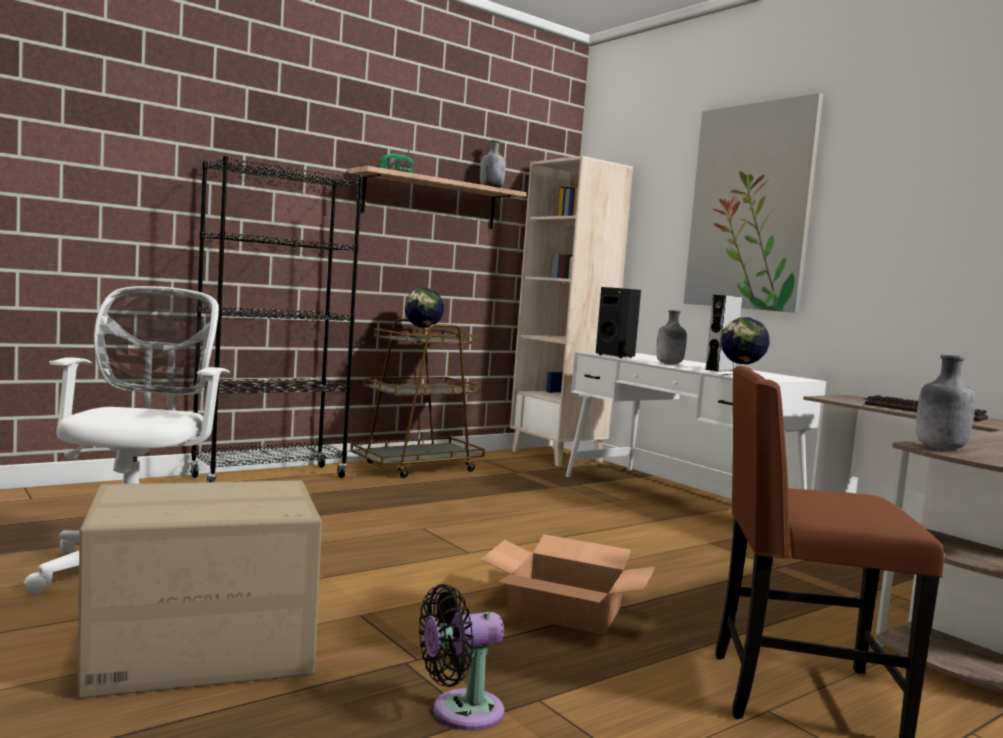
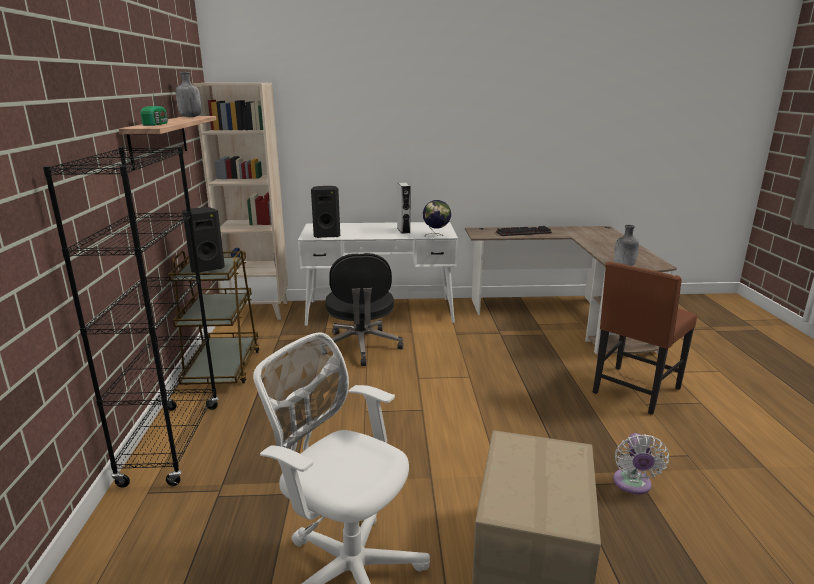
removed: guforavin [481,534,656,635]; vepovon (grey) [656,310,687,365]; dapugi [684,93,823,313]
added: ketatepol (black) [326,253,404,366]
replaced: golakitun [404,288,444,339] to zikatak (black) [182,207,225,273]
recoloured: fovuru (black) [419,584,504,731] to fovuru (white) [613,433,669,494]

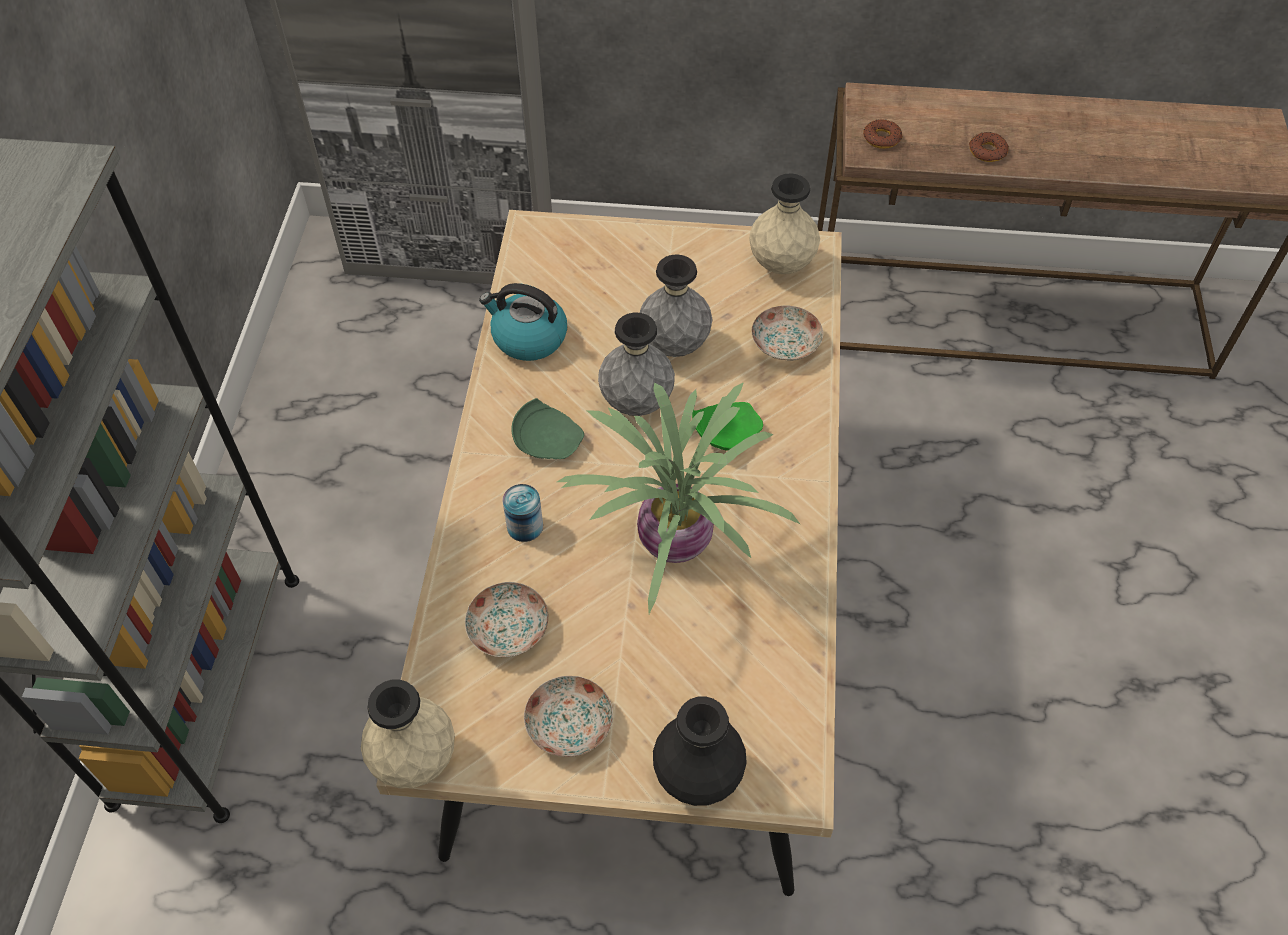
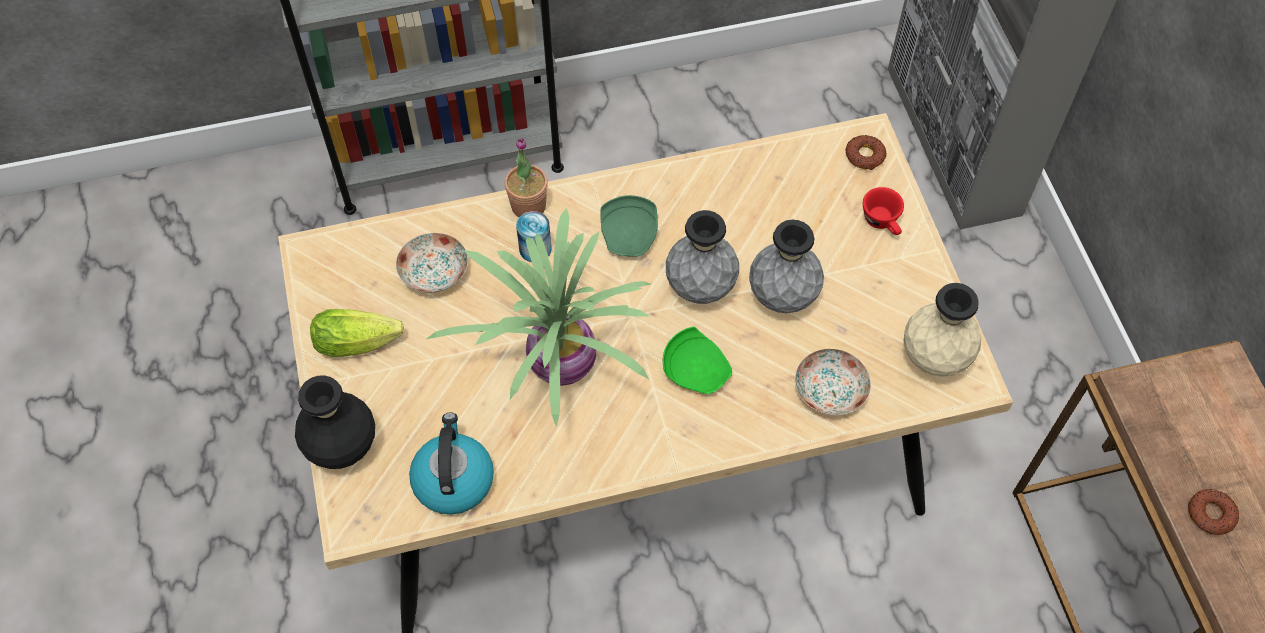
removed: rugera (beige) [361,679,455,788]
added: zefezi [505,138,548,217]; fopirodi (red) [863,187,904,235]
moved: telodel [479,283,567,361] to [409,413,494,515]; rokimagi [863,119,903,149] to [846,135,887,170]
replaced: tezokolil [524,676,613,757] to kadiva [310,309,404,357]

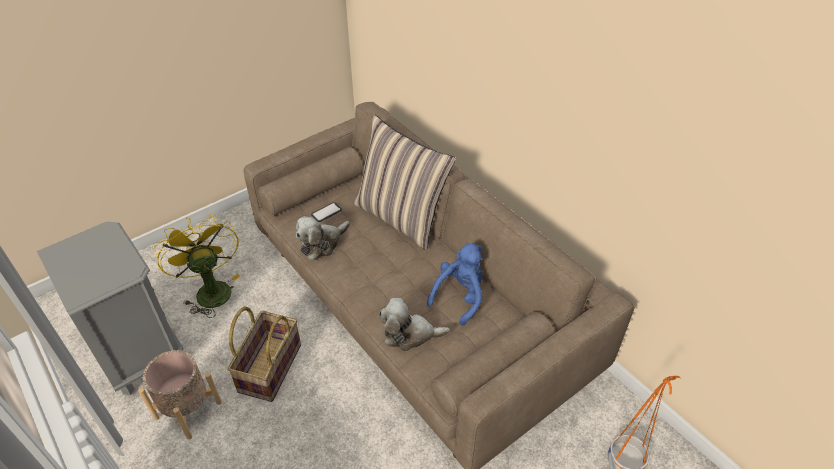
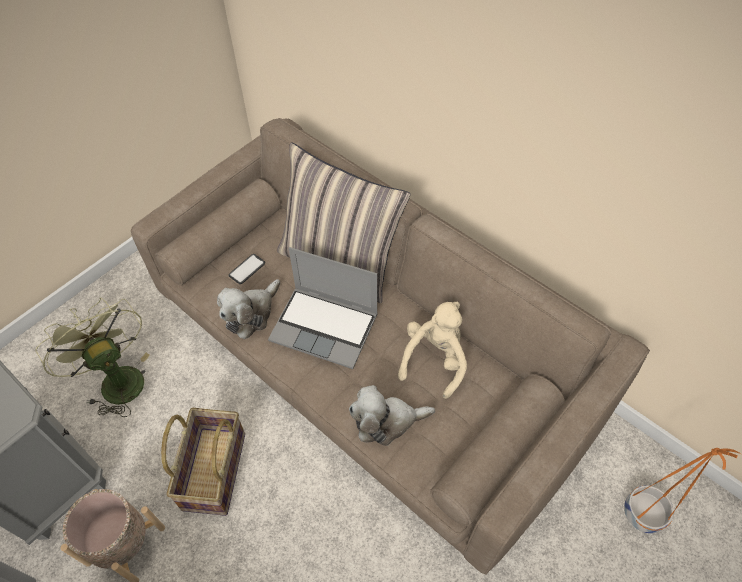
added: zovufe [268,247,378,369]
recoloured: fovuru (yellow) [154,214,240,318] to fovuru (green) [35,297,150,417]; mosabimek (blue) [427,243,483,326] to mosabimek (beige) [398,301,467,399]

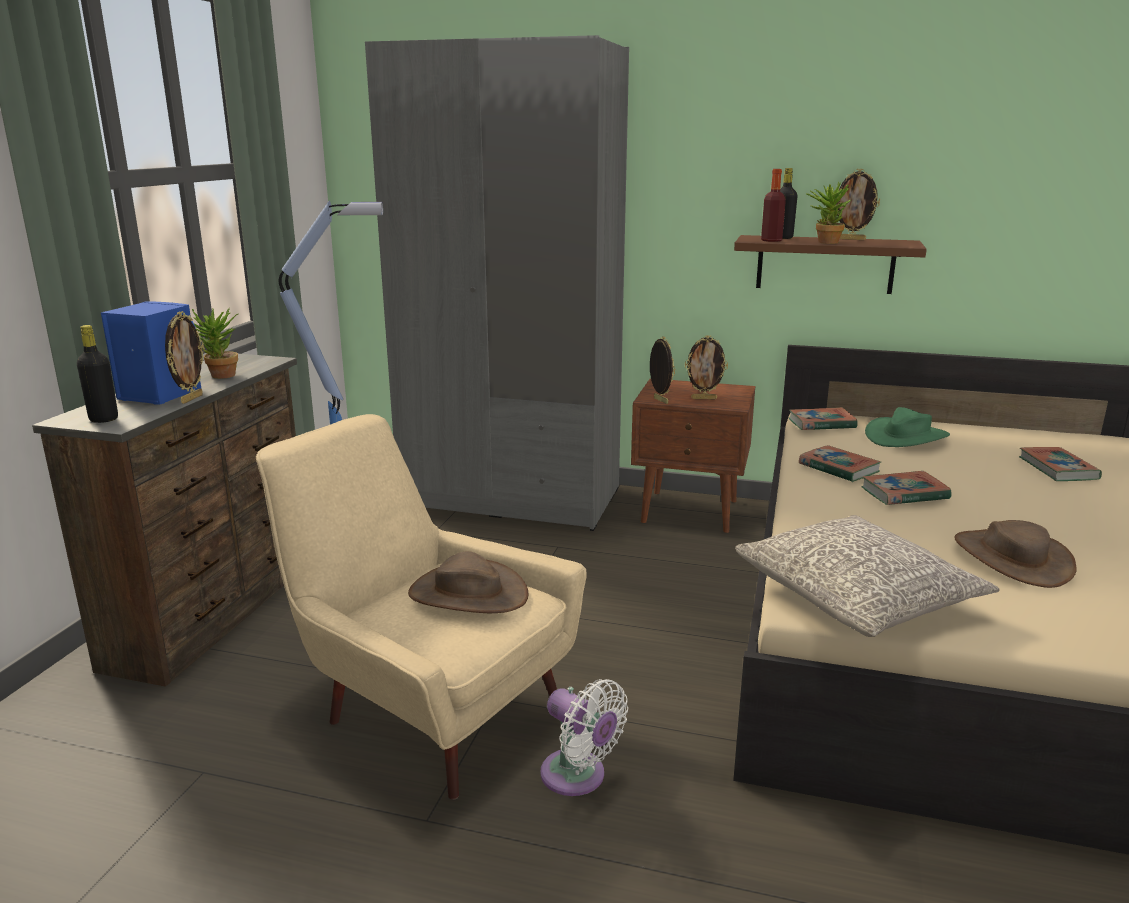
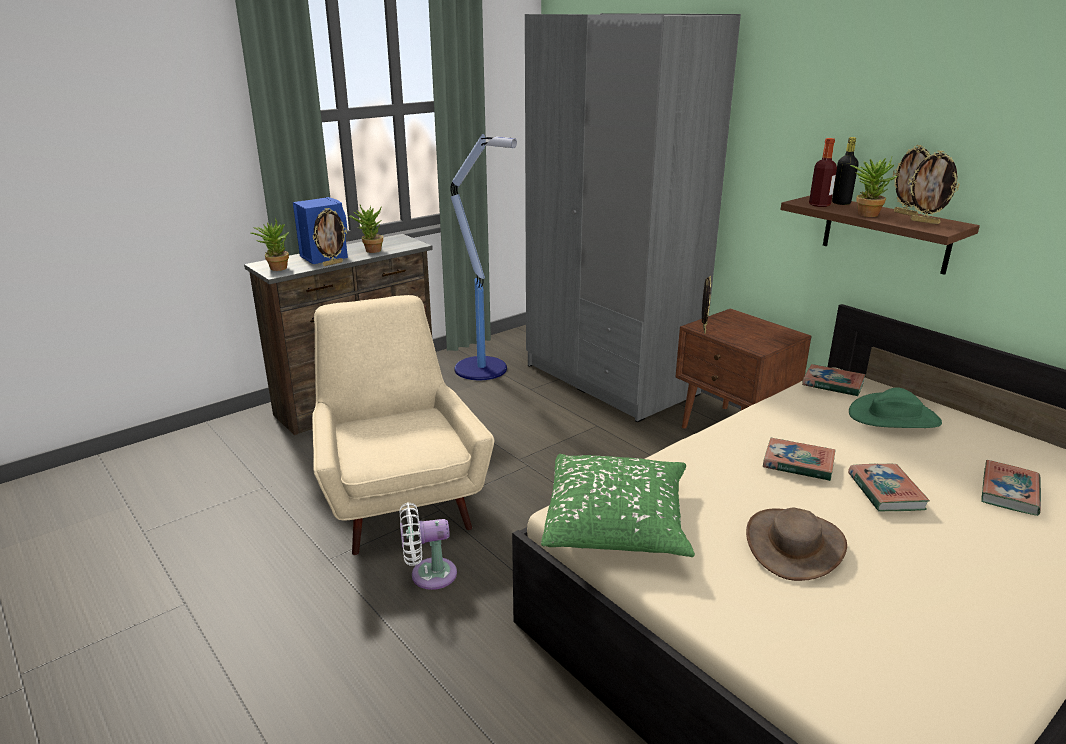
removed: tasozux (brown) [408,551,528,613]
moved: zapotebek [799,445,881,482] to [848,464,930,512]; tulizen [685,335,728,399] to [908,150,959,224]
replaced: vepovon (black) [77,325,118,423] to zefezi [250,217,289,271]
recoloured: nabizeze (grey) [735,515,1000,637] to nabizeze (green) [541,454,695,557]
turned: fovuru (white) [541,679,628,796] = [400,502,457,590] 90 degrees clockwise

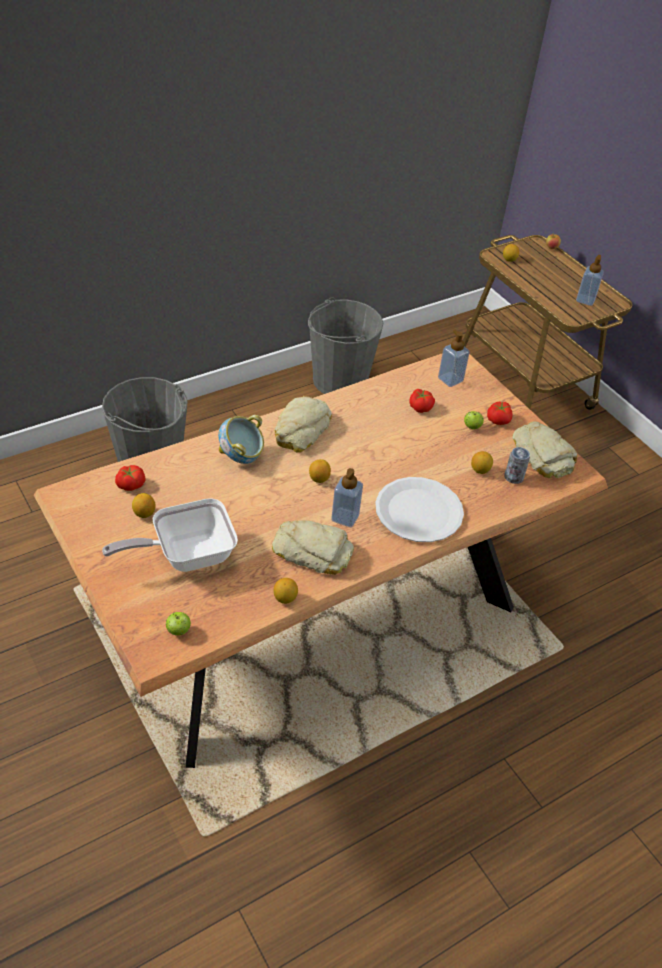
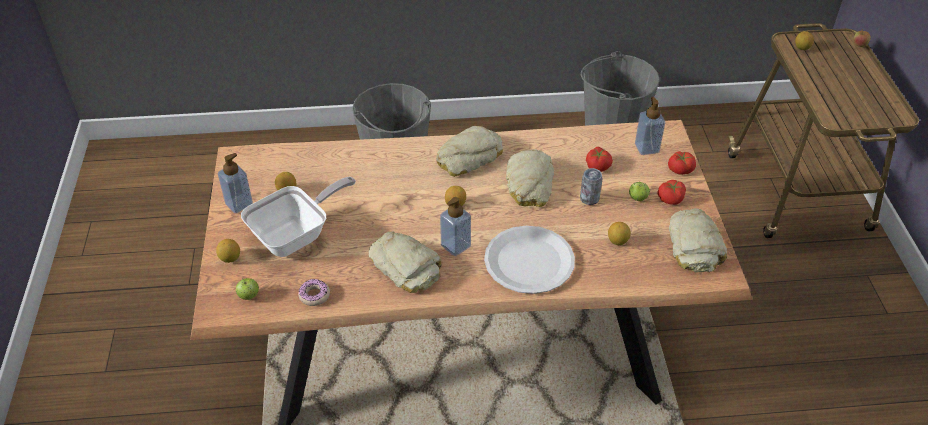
removed: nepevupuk [218,415,264,464]
added: rokimagi [298,279,330,306]; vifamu [506,149,554,207]
moved: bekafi [274,578,298,604] to [216,239,240,263]; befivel [576,255,604,306] to [218,153,253,213]; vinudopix [504,447,530,484] to [580,168,603,205]; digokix [115,465,146,491] to [668,151,696,175]
turned: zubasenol [102,498,238,572] = [241,177,356,257] 135 degrees clockwise

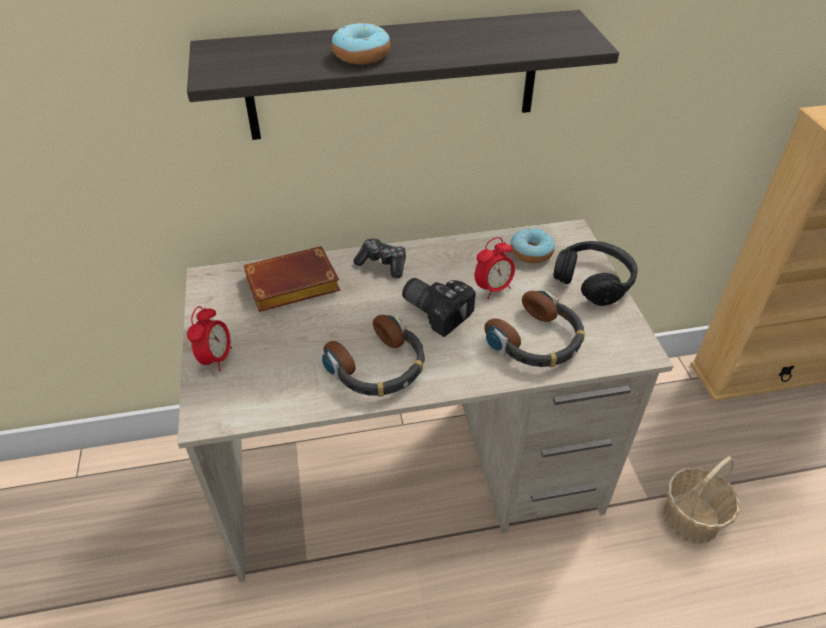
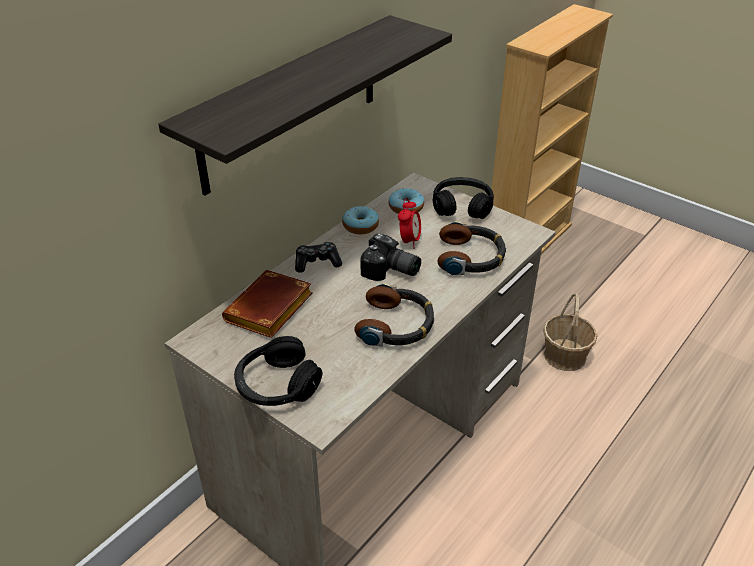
moved: rokimagi [332,23,390,64] to [342,206,379,234]
replaced: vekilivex [187,306,232,371] to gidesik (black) [234,336,322,406]
turned: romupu [402,278,476,337] = [360,234,421,281] 150 degrees counterclockwise

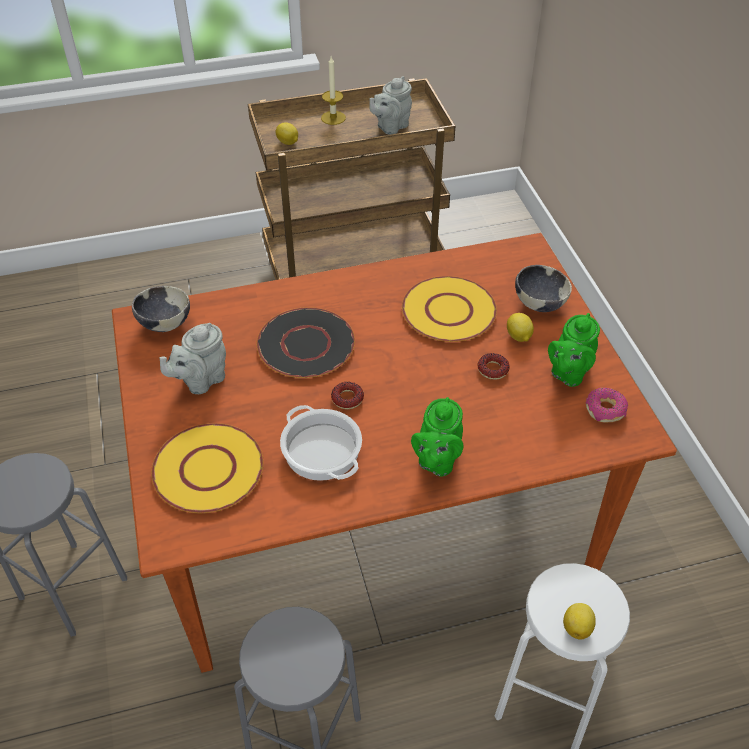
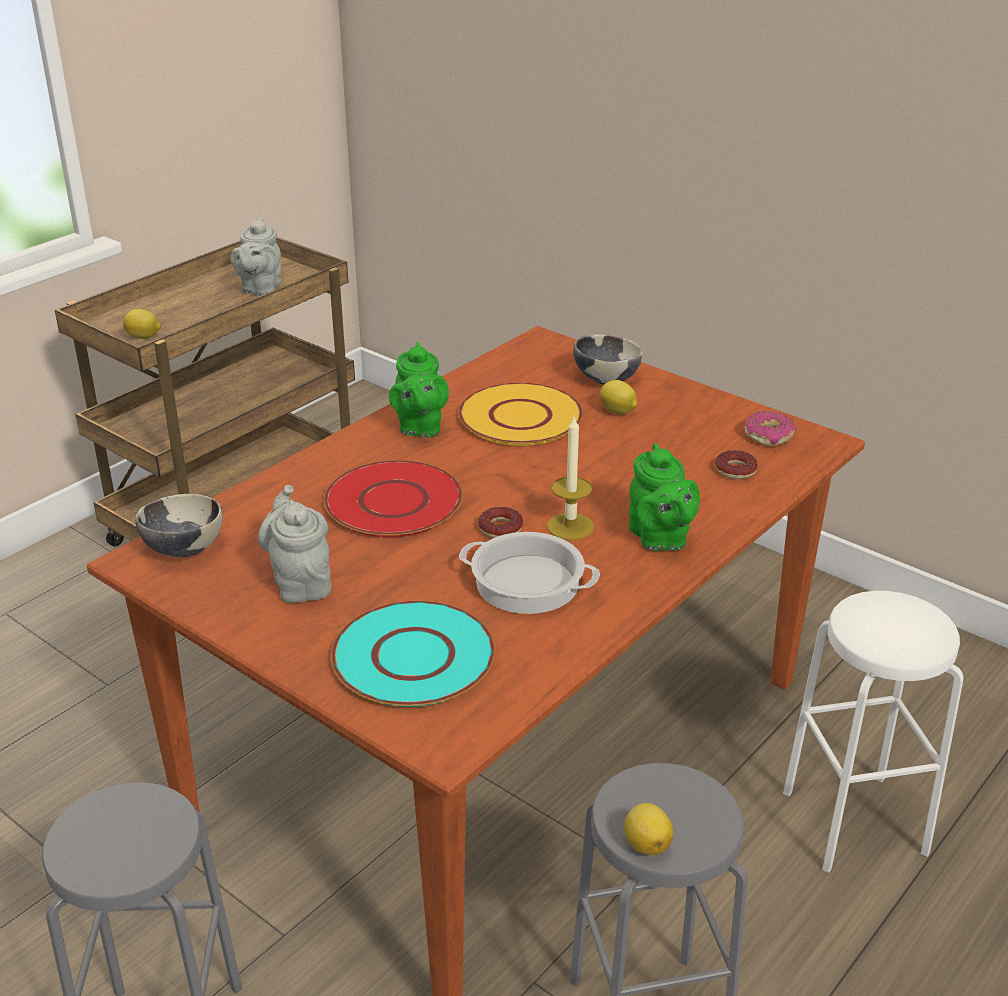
moved: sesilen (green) [548,313,600,387] to [389,342,449,438]; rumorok [321,57,346,125] to [547,415,594,540]; bekafi [563,603,596,640] to [624,803,673,855]; rokimagi [477,353,510,380] to [715,450,758,479]
recoloured: tezokolil (black) [256,307,355,378] to tezokolil (red) [324,460,463,537]; tezokolil (yellow) [151,423,264,513] to tezokolil (turquoise) [331,601,495,707]
turned: sesilen (grey) [160,323,226,394] = [258,485,331,603] 150 degrees clockwise

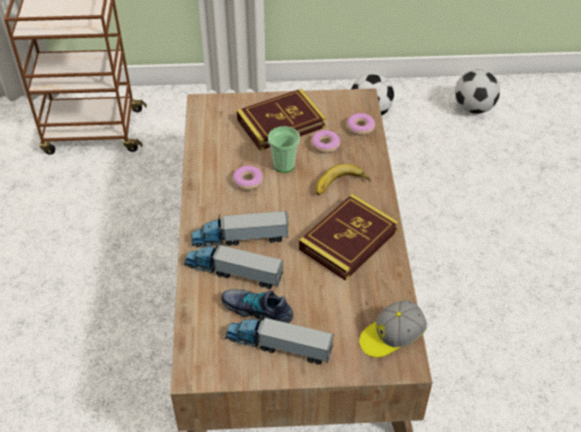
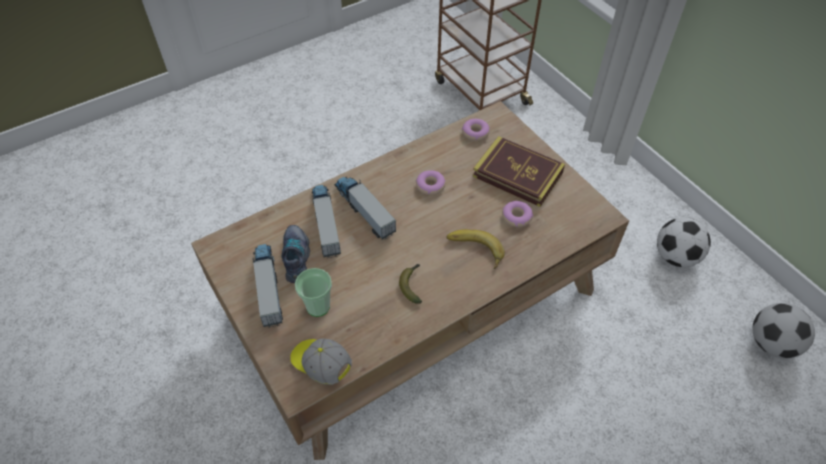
moved: fopirodi [268,126,300,173] to [295,268,332,317]; rokimagi [346,113,375,136] to [462,119,490,141]
replaced: zapotebek [299,194,399,281] to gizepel [399,264,422,304]

